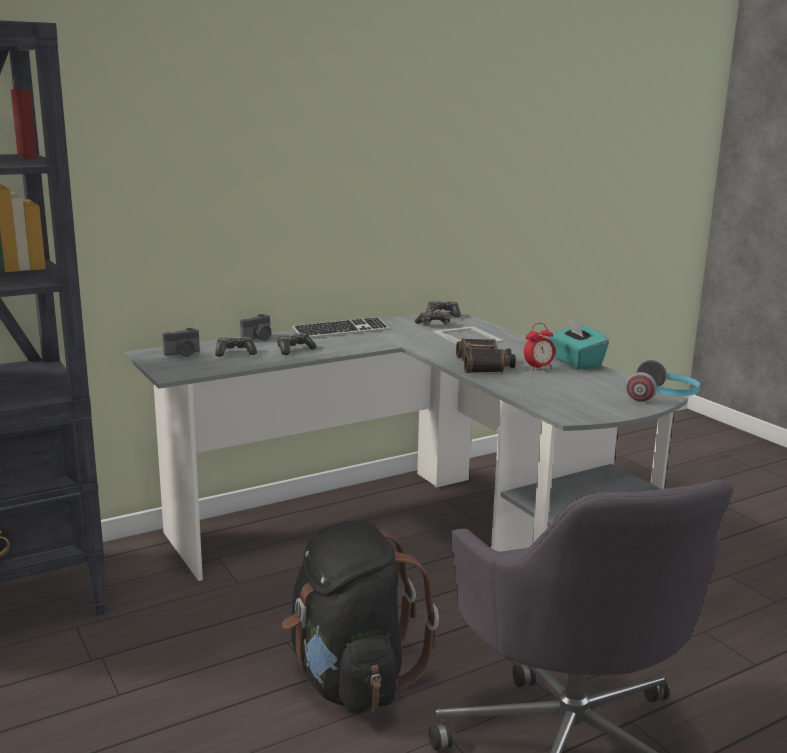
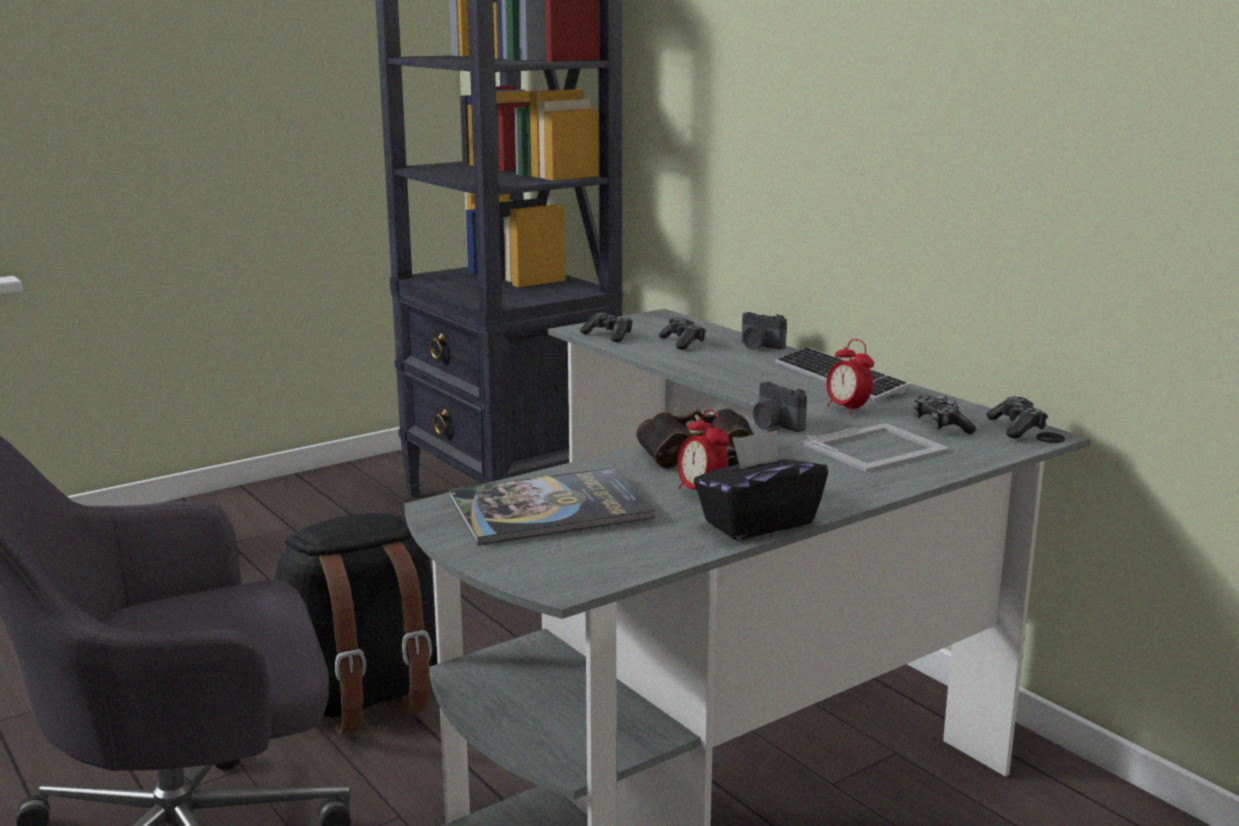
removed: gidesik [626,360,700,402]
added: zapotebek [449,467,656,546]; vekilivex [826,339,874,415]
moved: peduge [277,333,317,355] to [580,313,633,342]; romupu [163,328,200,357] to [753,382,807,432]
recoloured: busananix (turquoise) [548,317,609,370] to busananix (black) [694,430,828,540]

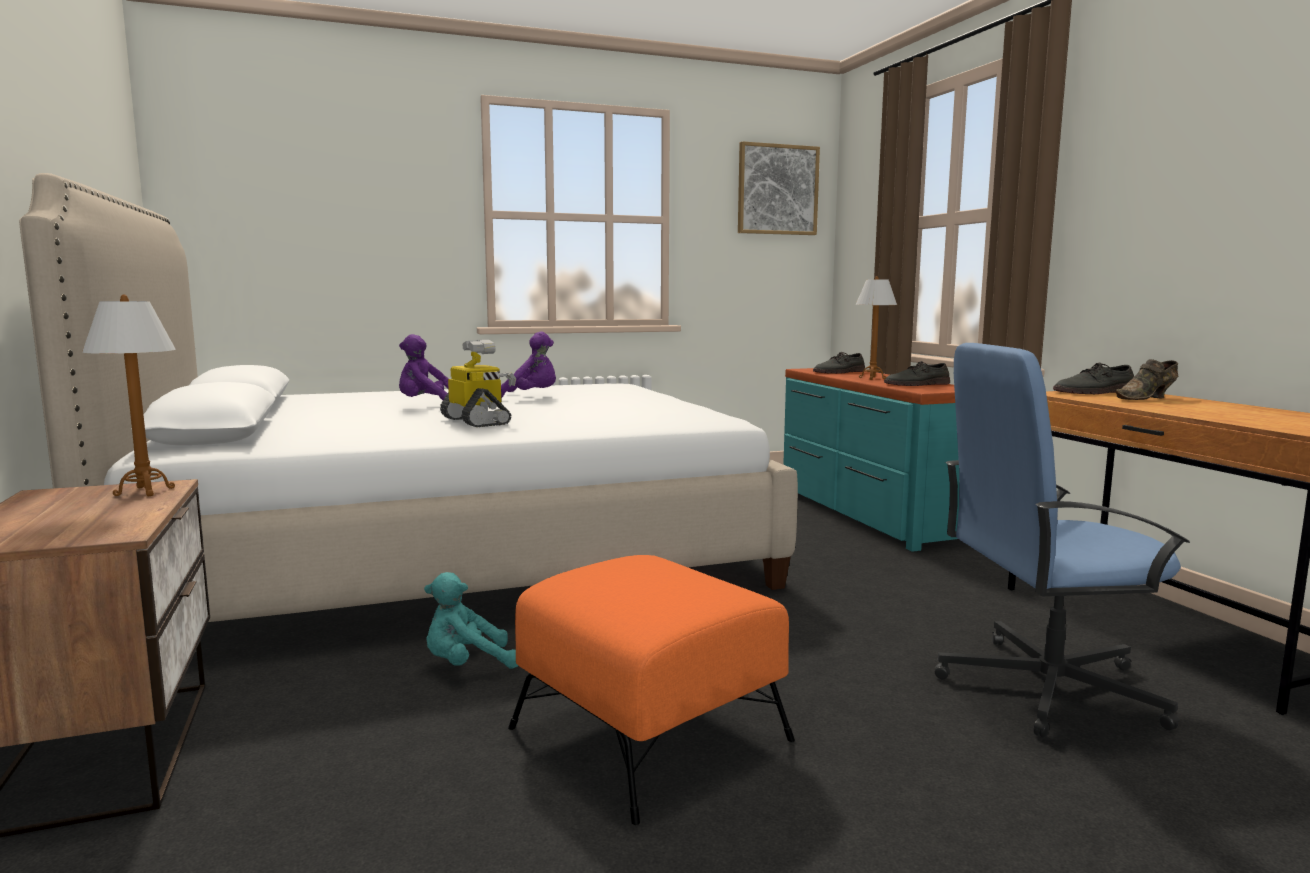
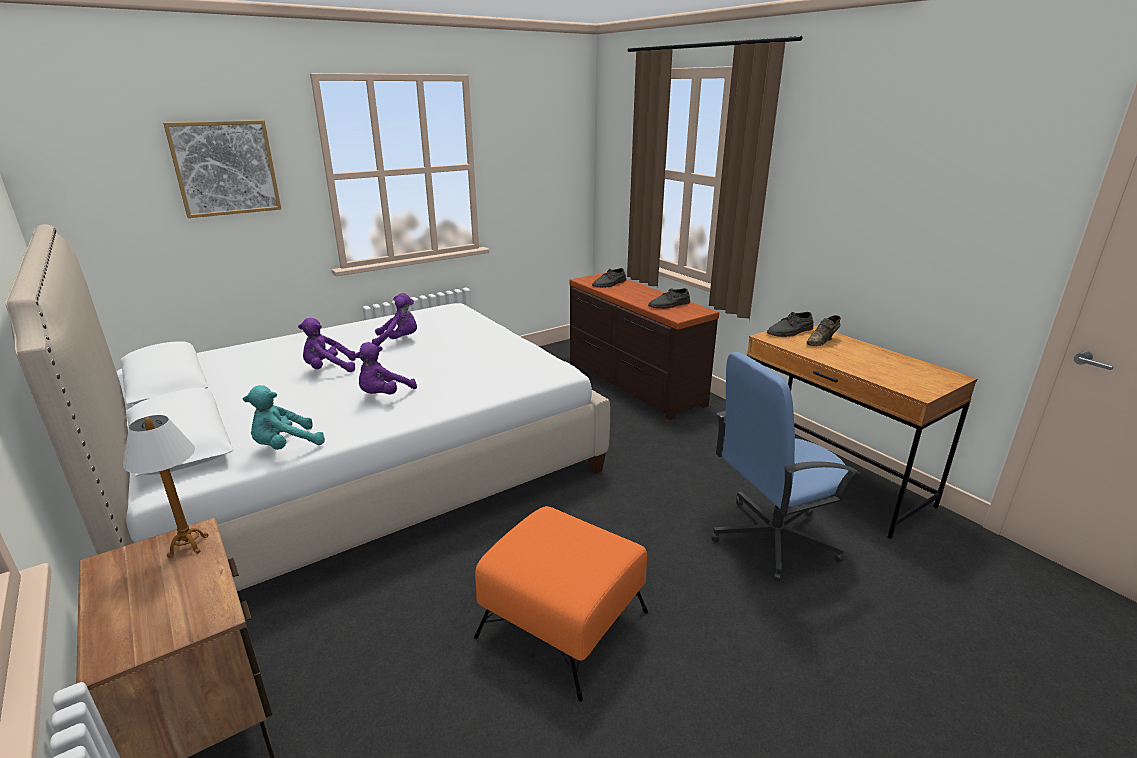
removed: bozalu [855,276,897,380]
moved: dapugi [738,141,820,235] to [163,120,281,218]; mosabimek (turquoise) [424,572,518,669] to [243,385,325,450]
replaced: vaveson [440,339,516,427] to mosabimek (purple) [355,342,417,394]
recoloured: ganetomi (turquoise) [783,368,959,552] to ganetomi (brown) [569,272,719,420]

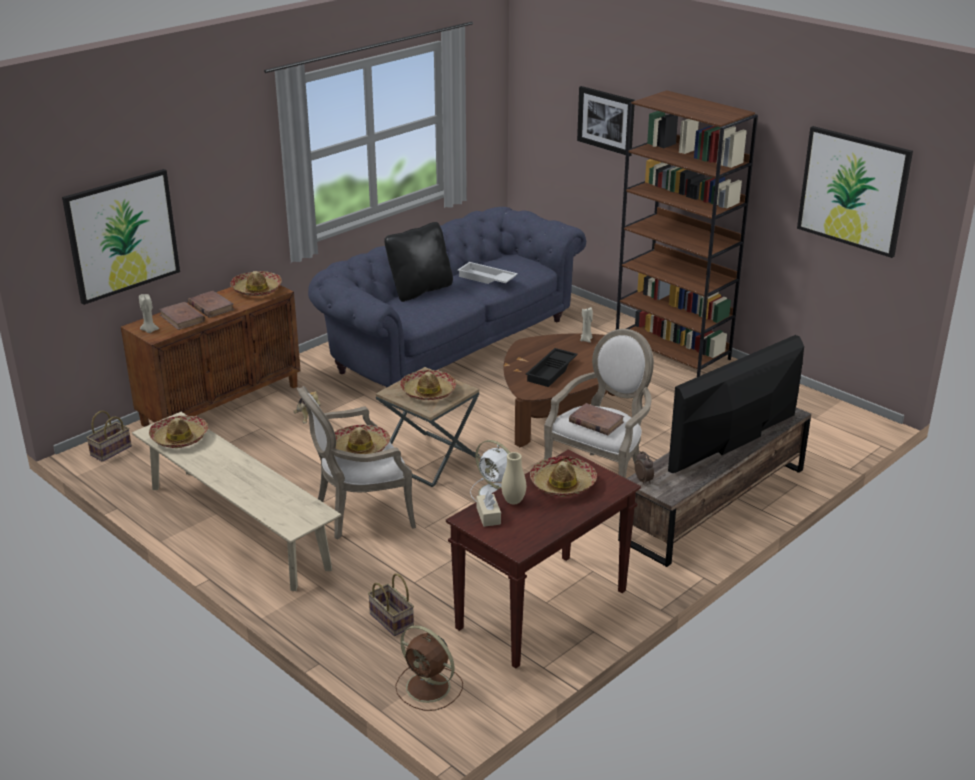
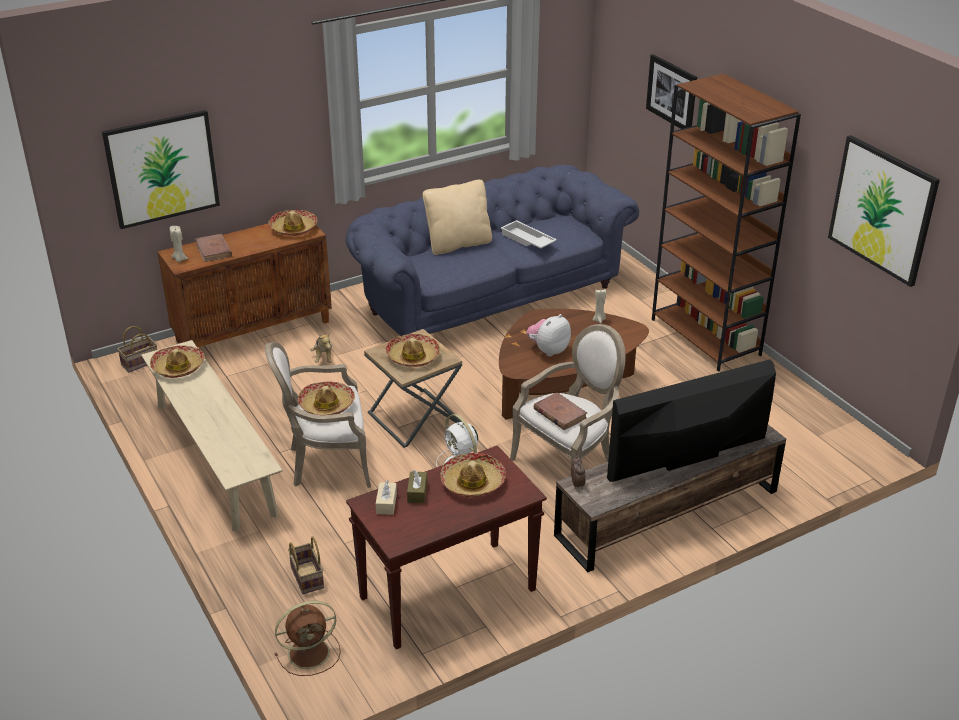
removed: zapotebek (brown) [188,291,235,318]
replaced: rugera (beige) [501,452,526,504] to busananix (brown) [407,470,427,503]; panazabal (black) [526,348,578,387] to mosabimek [527,314,571,357]
recoloured: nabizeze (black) [384,222,453,302] to nabizeze (beige) [423,180,492,255]
turned: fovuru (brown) [395,625,463,711] = [275,601,341,676] 75 degrees counterclockwise

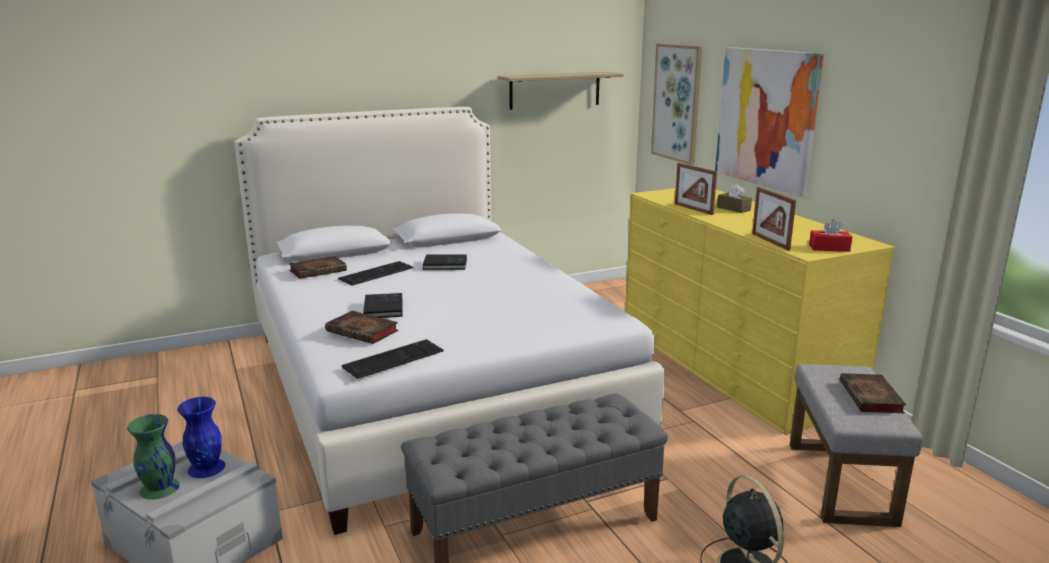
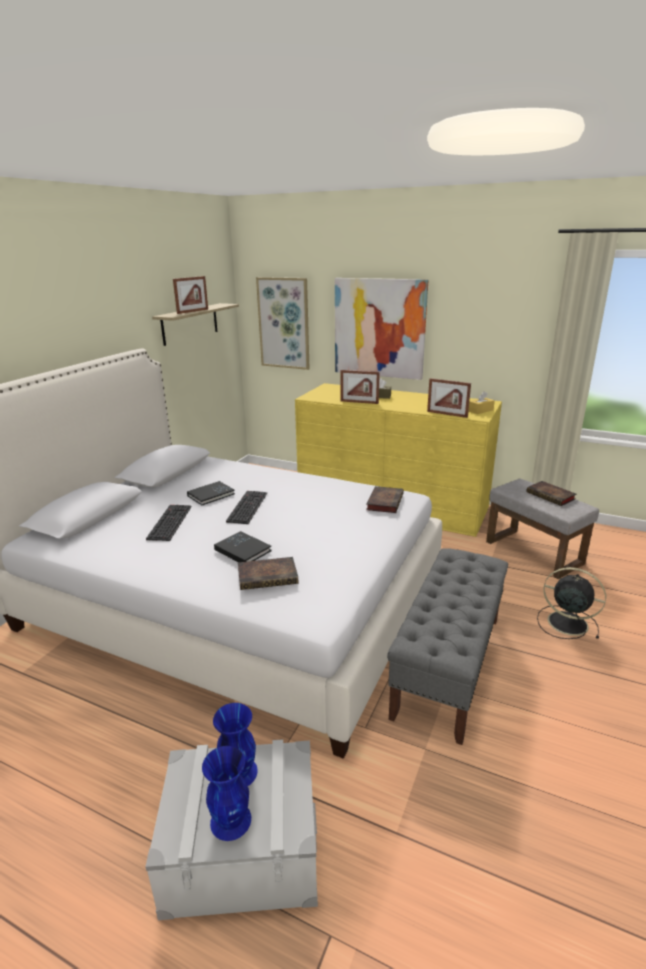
added: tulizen [173,276,208,314]
moved: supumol [342,339,443,379] to [226,491,267,524]; zapotebek [289,256,347,279] to [366,486,404,513]
recoloured: rugera (green) [127,414,180,500] to rugera (blue) [202,746,251,841]; busananix (red) [809,219,852,252] to busananix (yellow) [469,391,495,414]

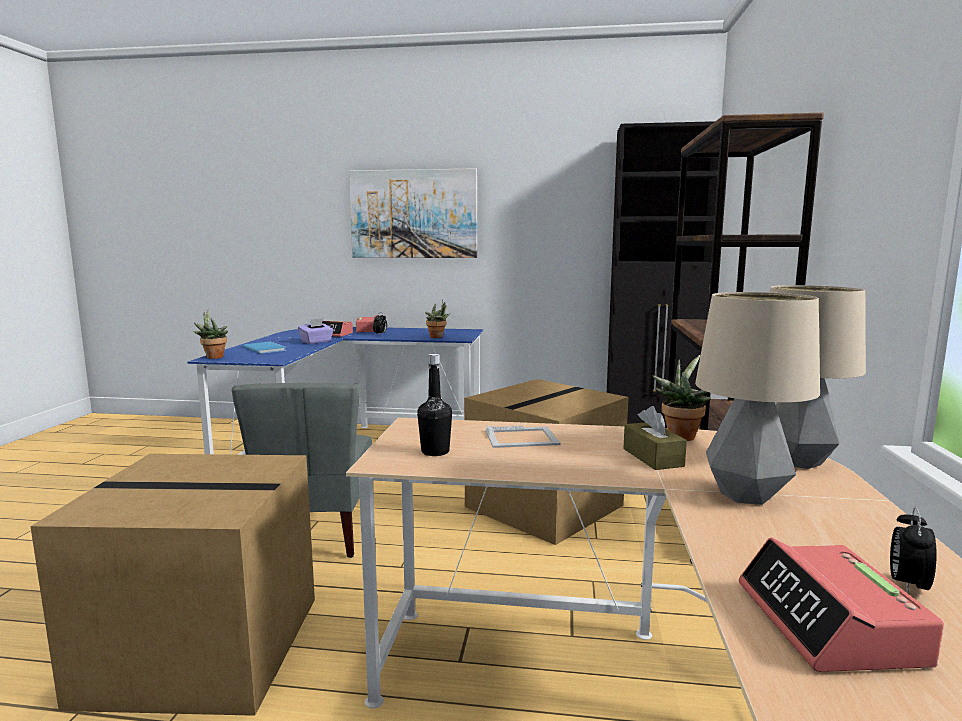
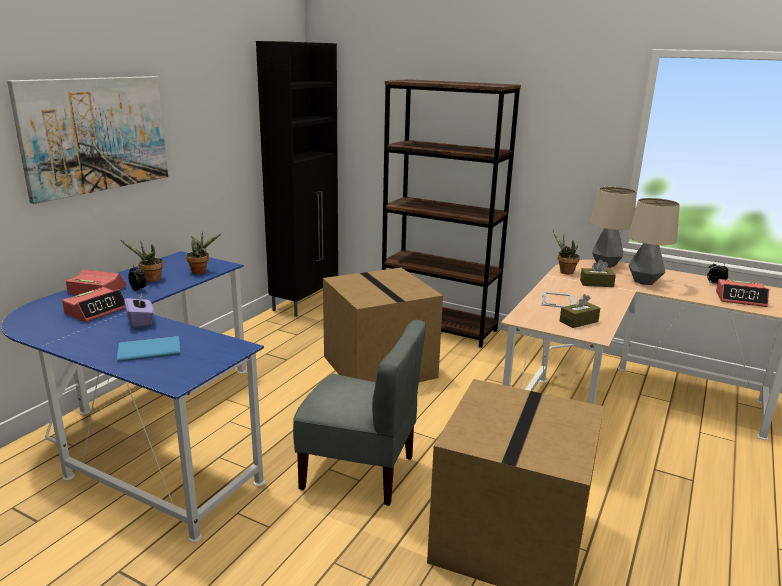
moved: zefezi [193,310,228,359] to [121,240,164,282]
replaced: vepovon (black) [417,354,452,456] to busananix (brown) [560,294,600,328]

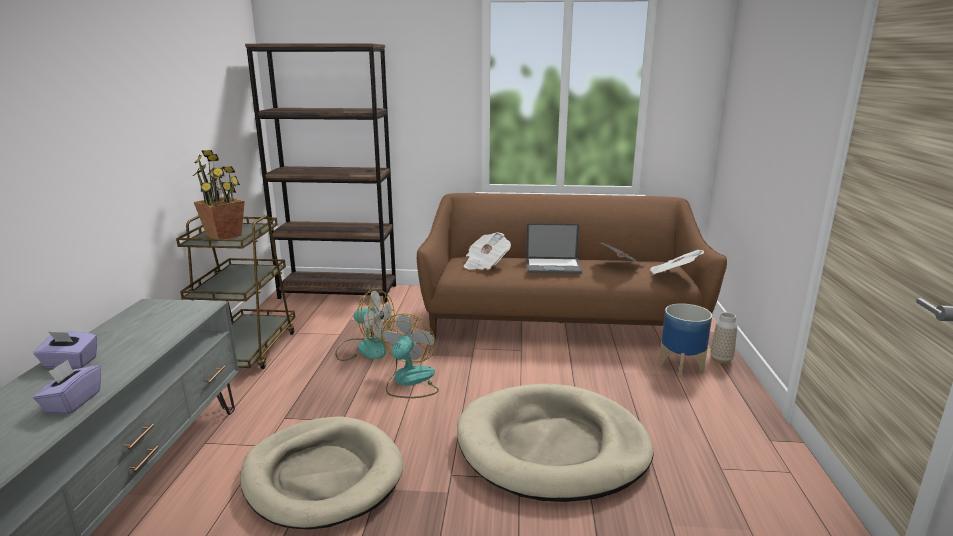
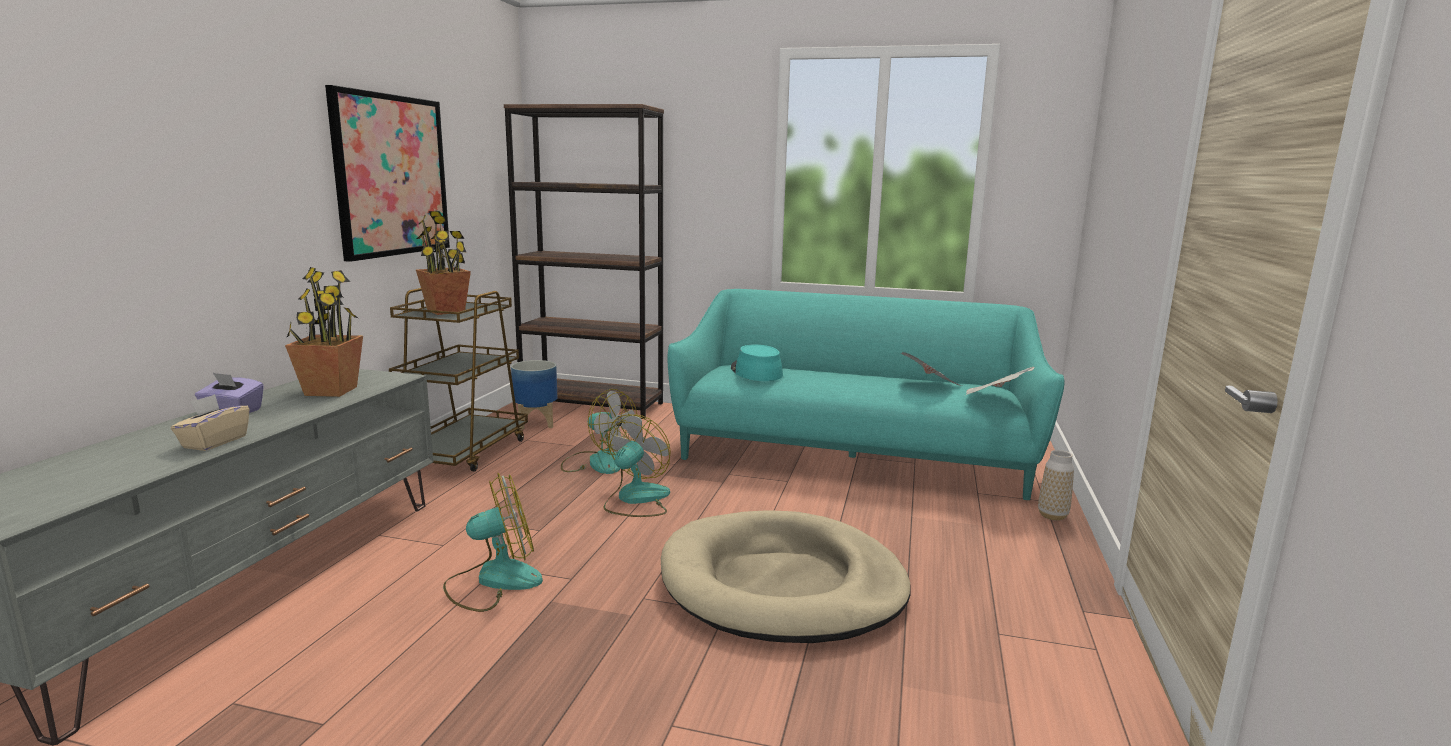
removed: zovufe [526,223,582,274]
added: zefezi [285,267,363,397]; dapugi [325,85,450,262]
moved: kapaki [659,303,712,378] to [511,360,557,430]
replaced: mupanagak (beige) [240,416,403,529] to fovuru [443,473,543,612]; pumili [464,232,511,270] to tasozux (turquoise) [731,344,783,381]
recoloured: busananix (purple) [33,360,101,414] to busananix (beige) [171,394,249,451]; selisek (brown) [417,193,727,338] to selisek (turquoise) [667,289,1064,500]

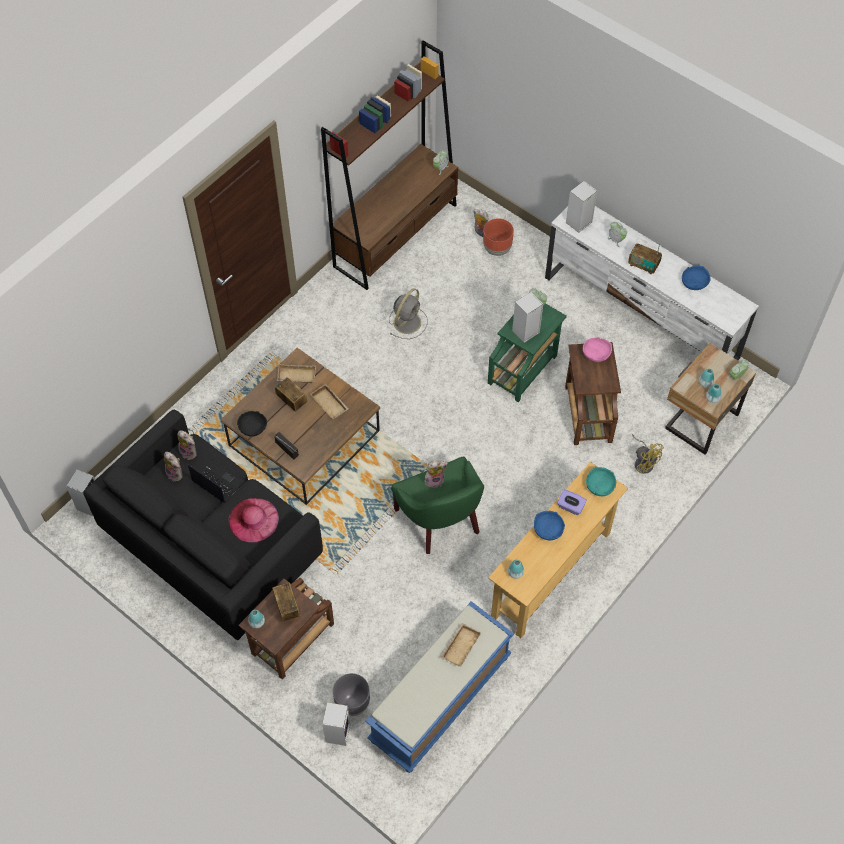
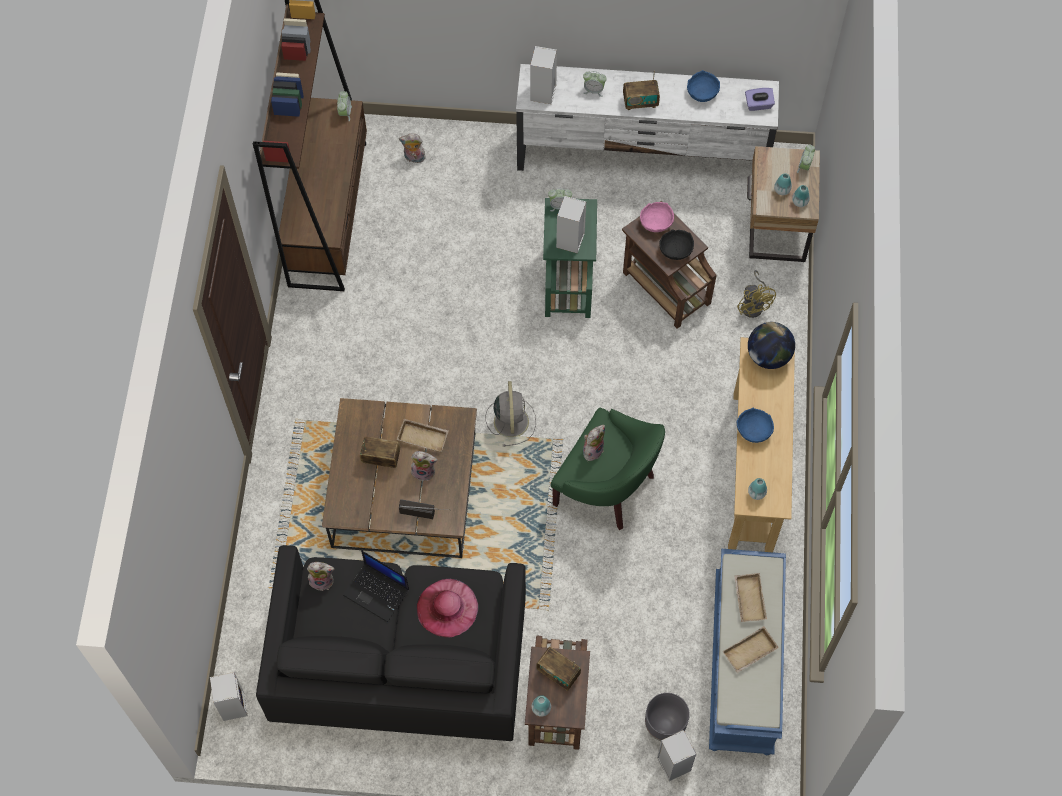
removed: kapaki (brown) [483,218,514,256]
moved: mosabimek [164,452,182,481] to [410,451,438,481]; fovuru (grey) [389,288,428,339] to [485,381,536,447]; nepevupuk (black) [237,411,267,437] to [659,229,694,260]; panazabal (beige) [277,364,316,383] to [722,626,779,673]; busananix (purple) [557,490,587,515] to [745,88,775,111]
replaced: nepevupuk (turquoise) [586,467,616,496] to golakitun [748,322,795,369]
turned: zovufe [188,459,245,503] = [343,551,409,622] 150 degrees counterclockwise; fovuru (yellow) [632,434,664,474] = [737,270,776,318] 60 degrees clockwise

